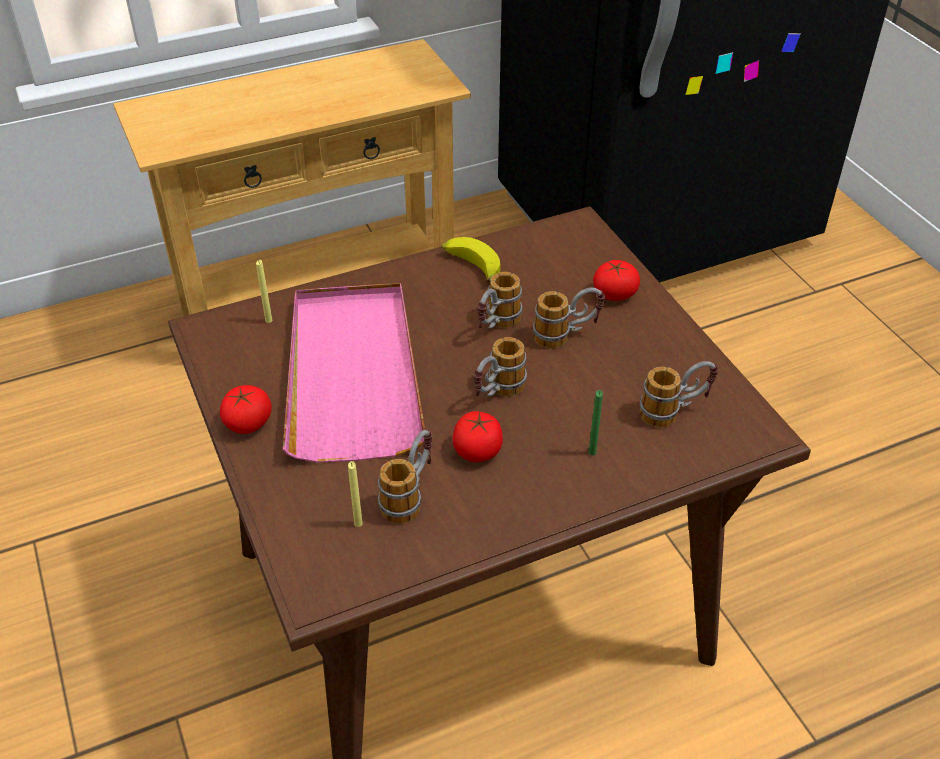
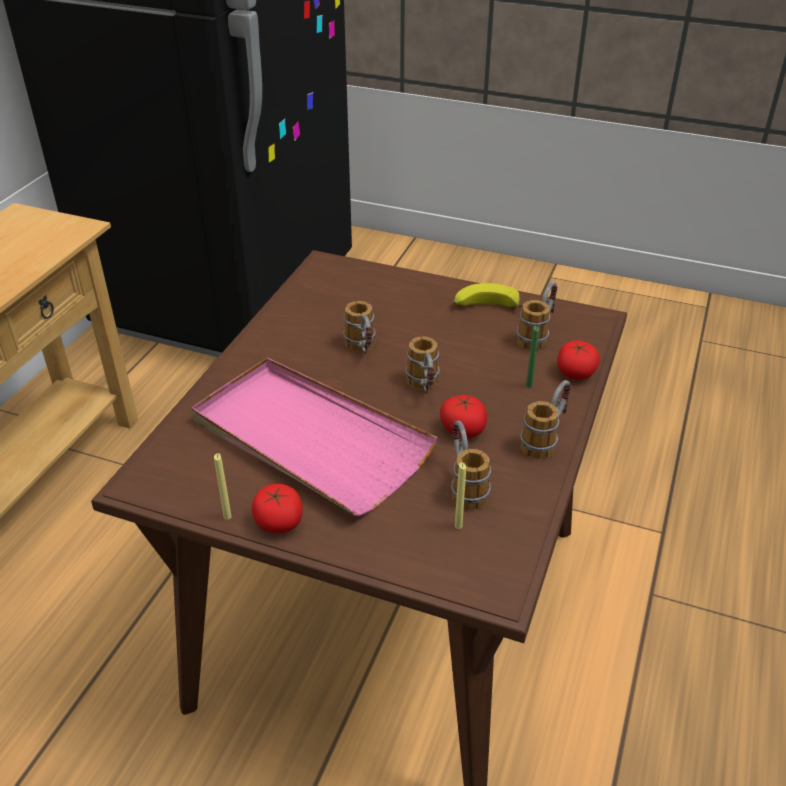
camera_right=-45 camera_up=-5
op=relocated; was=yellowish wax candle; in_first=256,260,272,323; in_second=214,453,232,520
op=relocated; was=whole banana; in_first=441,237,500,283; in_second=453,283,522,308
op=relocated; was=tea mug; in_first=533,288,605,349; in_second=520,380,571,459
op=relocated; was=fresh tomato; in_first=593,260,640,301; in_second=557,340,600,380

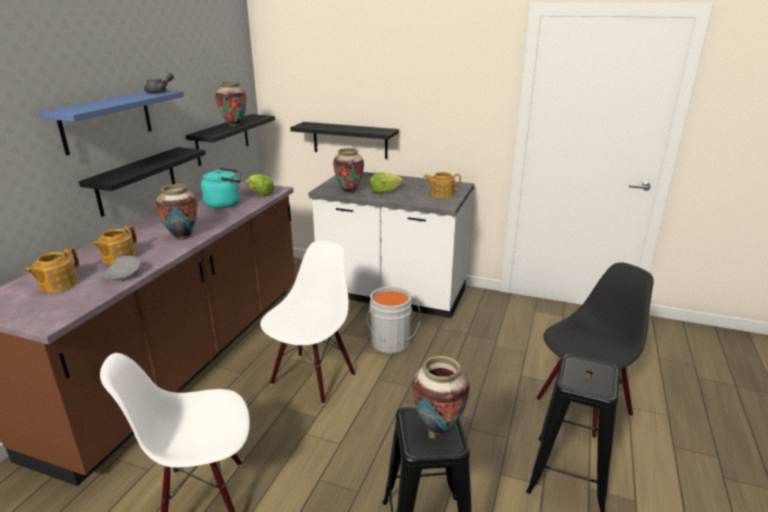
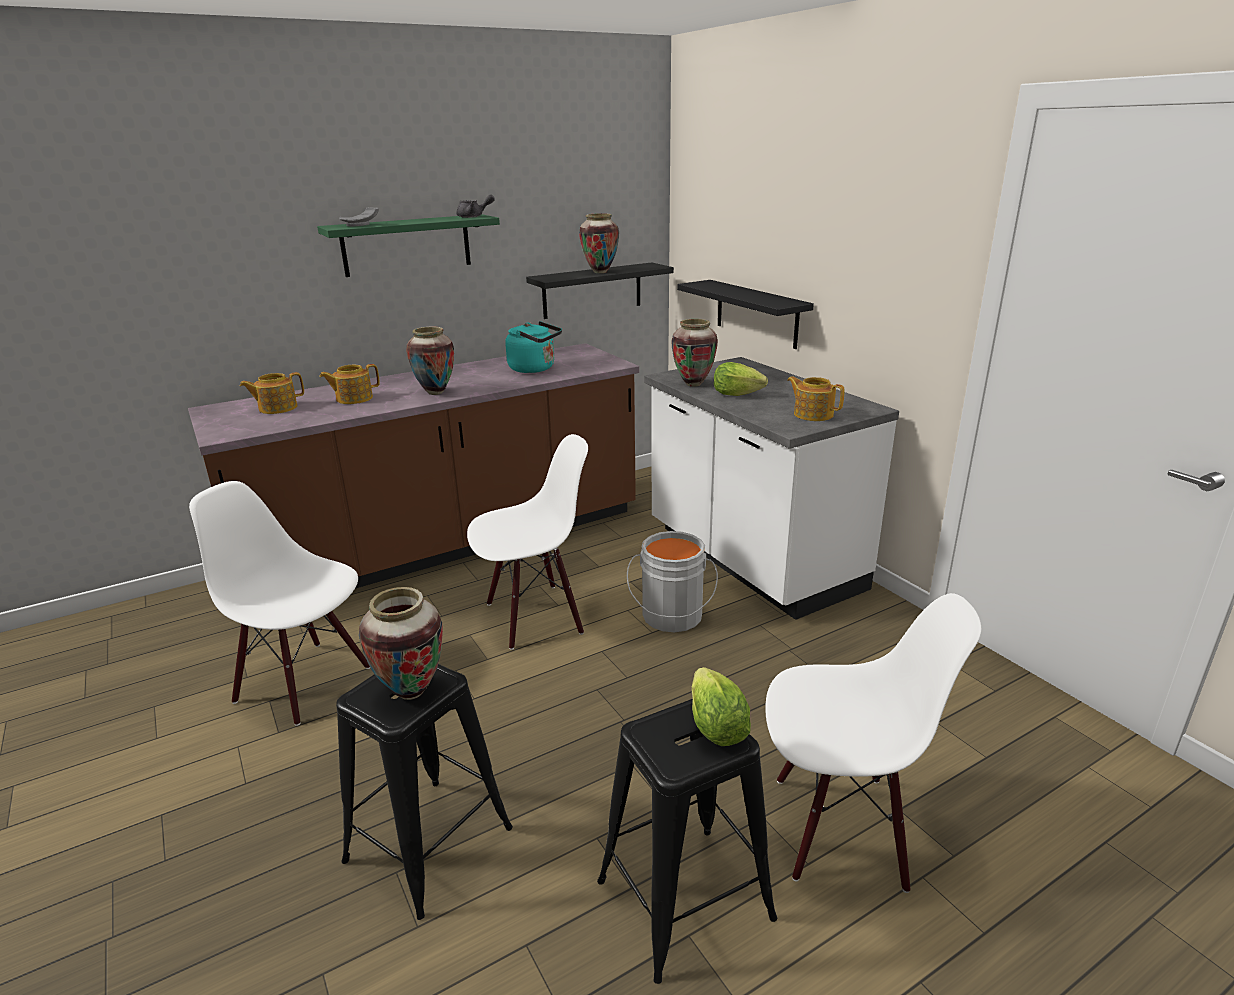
camera_right=40 camera_up=0
op=colour; was=blue-coloured wall shelf; now=green wall shelf; in_first=39,90,184,155; in_second=317,214,500,277
op=relocated; was=grey dinner plate; in_first=101,256,141,282; in_second=339,208,379,226
op=relocated; was=lettuce head; in_first=245,174,274,196; in_second=692,667,751,746
op=colour; was=blackish plain chair; now=white-coloured plain chair; in_first=537,262,654,438; in_second=765,593,981,893
op=missing; was=blackish wall shelf; in_first=79,147,206,217

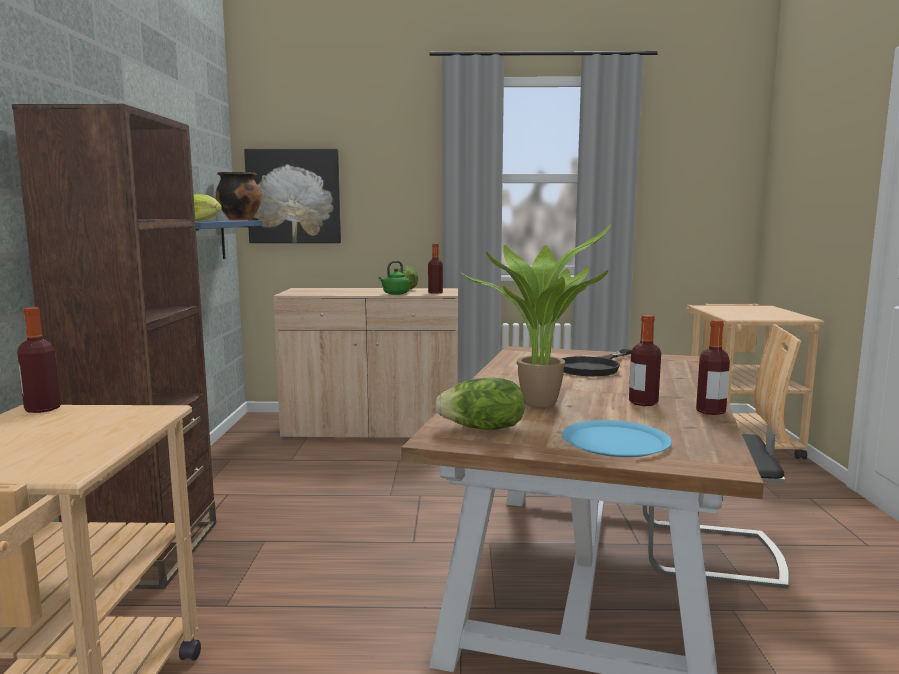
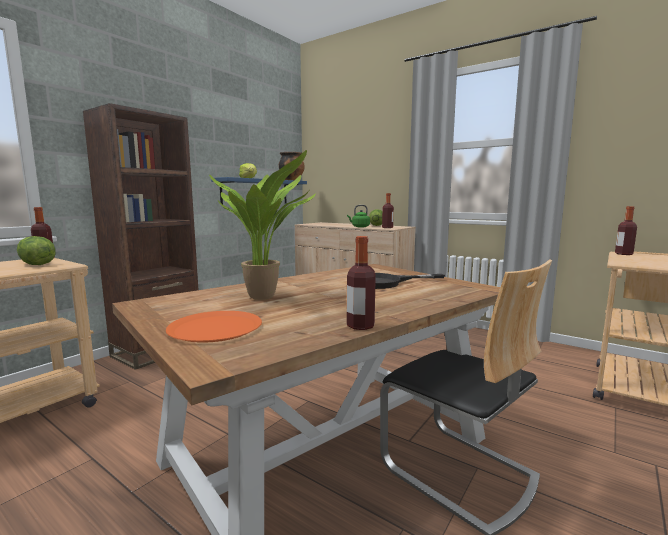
camera_right=35 camera_up=0
op=relocated; was=lettuce head; in_first=435,378,525,430; in_second=17,236,56,265
op=colour; was=blue-coloured dinner plate; now=orangey dinner plate; in_first=562,420,672,457; in_second=166,311,262,343
op=relocated; was=beverage bottle; in_first=629,315,661,406; in_second=615,206,637,255
op=missing; was=wall art; in_first=244,149,341,243

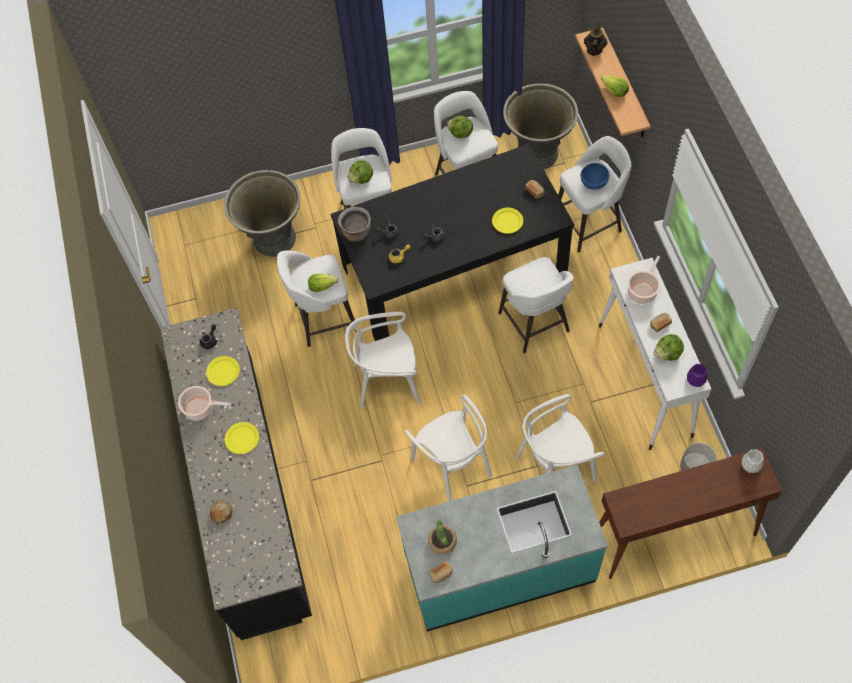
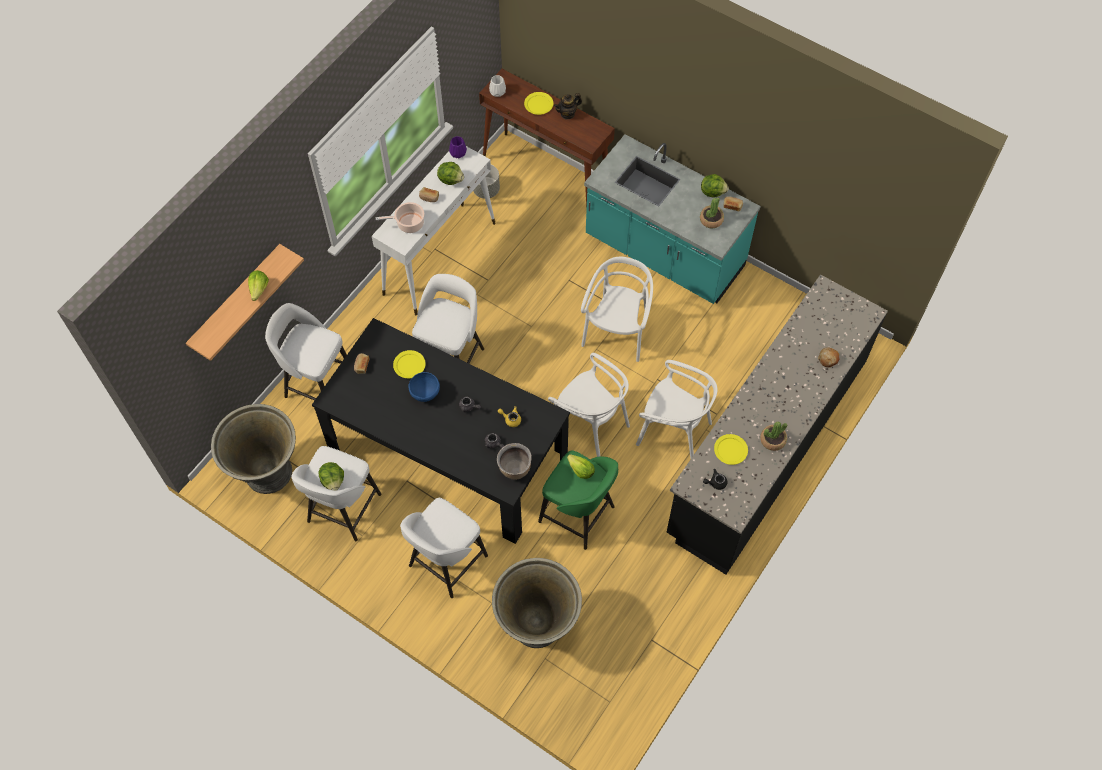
camera_right=-135 camera_up=0
op=relocated; was=blue-coloured deep dish; in_first=581,163,609,190; in_second=408,372,440,402
op=relocated; was=yellowish dinner plate; in_first=225,422,259,454; in_second=524,92,554,115
op=colour; was=white-coloured stool seat; now=green stool seat; in_first=277,250,357,347; in_second=538,450,618,550
op=relocated; was=teapot; in_first=584,22,607,56; in_second=554,93,582,119
op=relocated; was=white-coloured plain chair; in_first=515,394,605,482; in_second=636,360,717,459
op=relocated; was=lettuce head; in_first=347,160,373,184; in_second=701,174,729,198
op=exchanged; was=cooking pot; now=potted plant; in_first=178,386,231,420; in_second=760,421,787,451

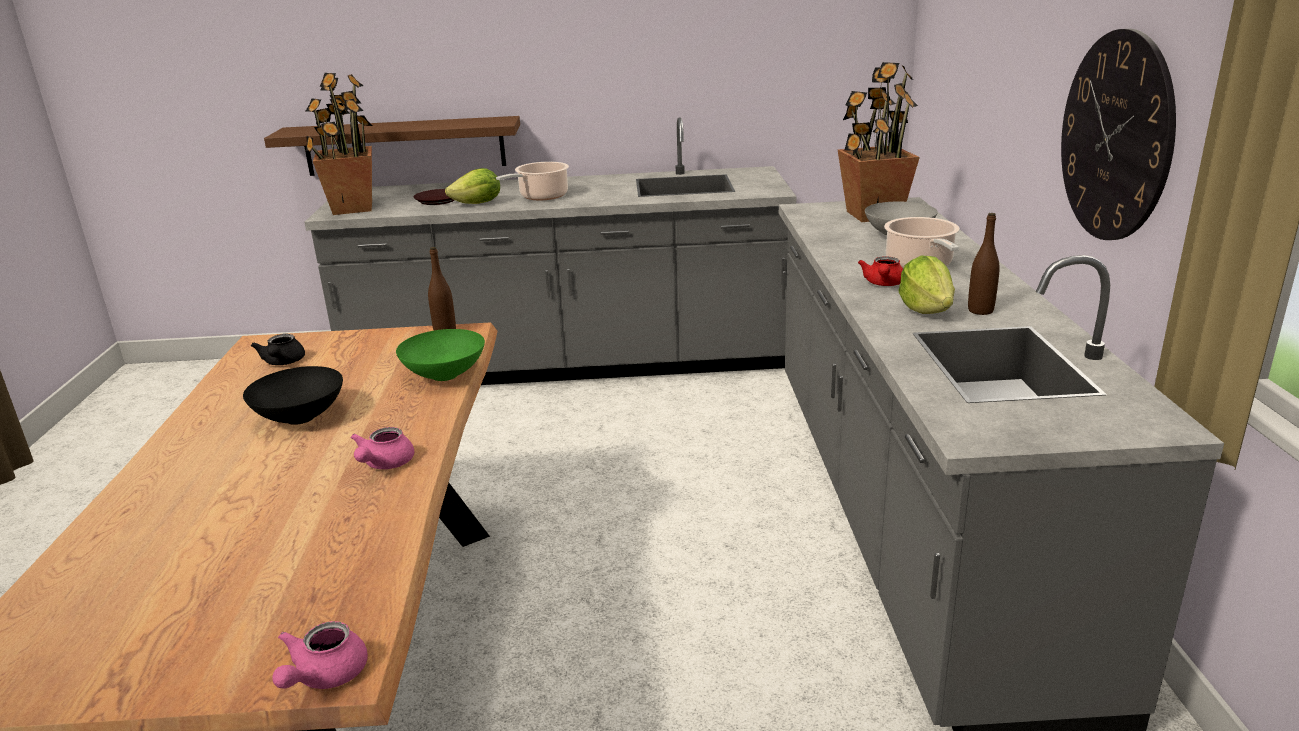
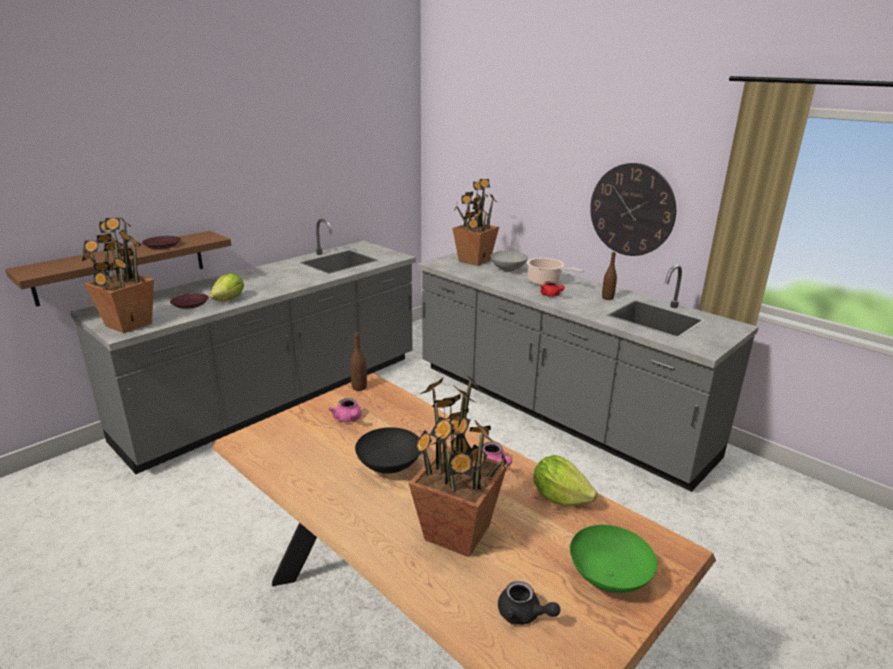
camera_right=-45 camera_up=0
op=appeared; now=brown-coloured dinner plate; in_second=142,236,181,249
op=relocated; was=pinkish teapot; in_first=272,621,368,689; in_second=329,398,362,422
op=appeared; now=potted plant; in_second=408,370,508,557
op=relocated; was=blackish teapot; in_first=251,334,305,365; in_second=498,581,560,625
op=relocated; was=lettuce head; in_first=898,255,955,314; in_second=533,455,598,506
op=relocated; was=green deep dish; in_first=396,329,485,381; in_second=570,525,657,593
op=missing; was=cooking pot; in_first=496,162,569,200

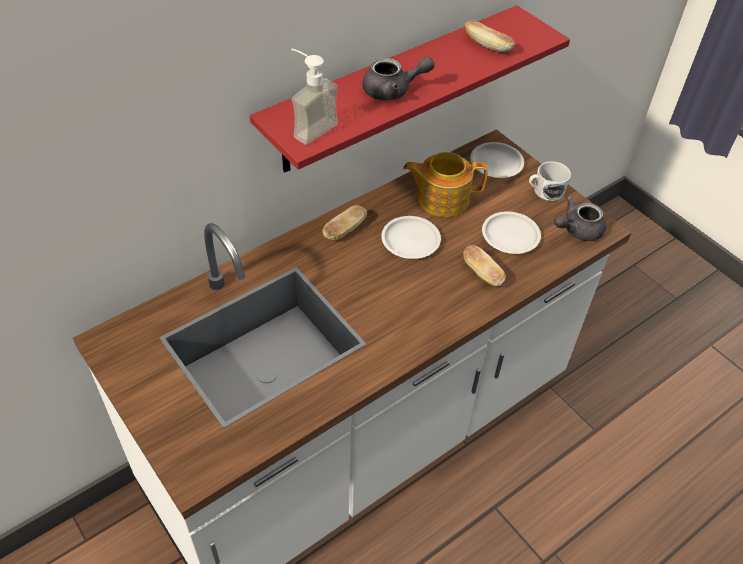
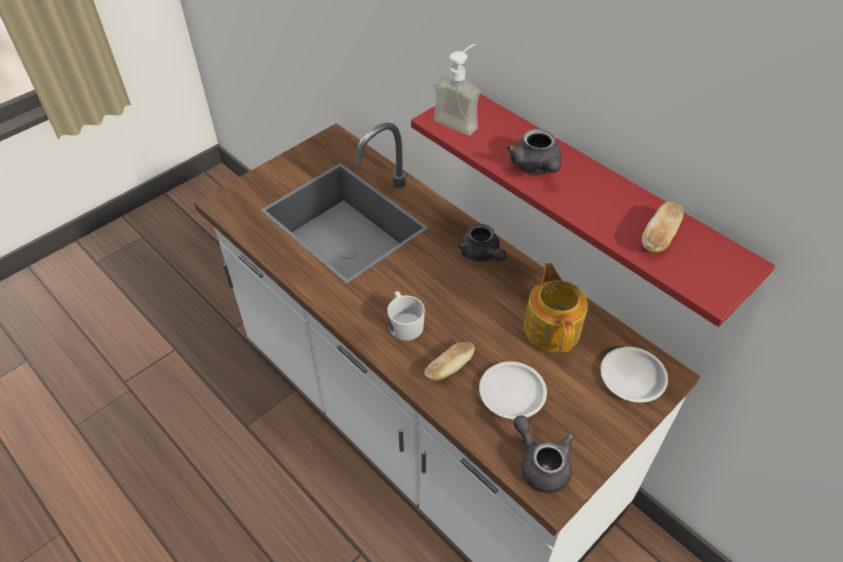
camera_right=85 camera_up=0
op=relocated; was=white-coloured tea mug; in_first=529,161,571,201; in_second=387,291,425,340
op=exchanged; was=bread; now=grey teapot; in_first=323,205,367,240; in_second=458,224,507,262
op=missing; was=white-coloured dinner plate; in_first=381,216,441,259

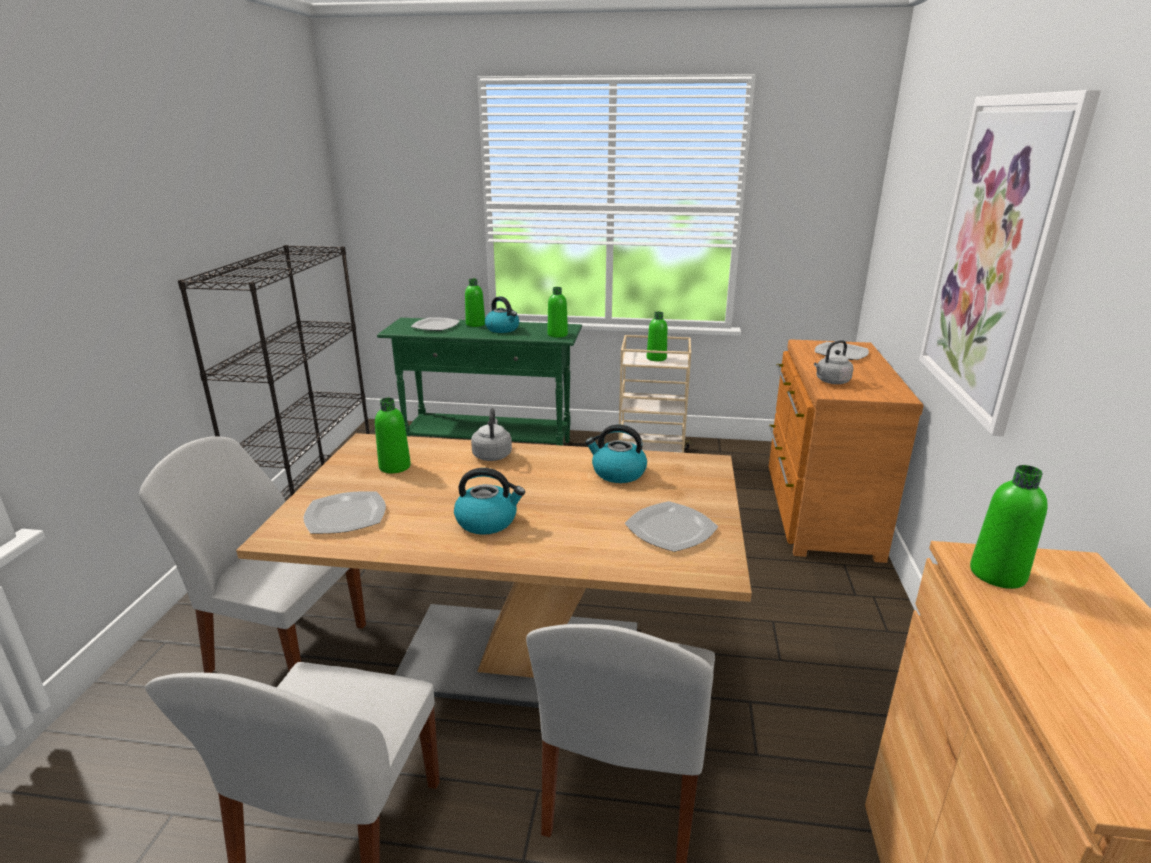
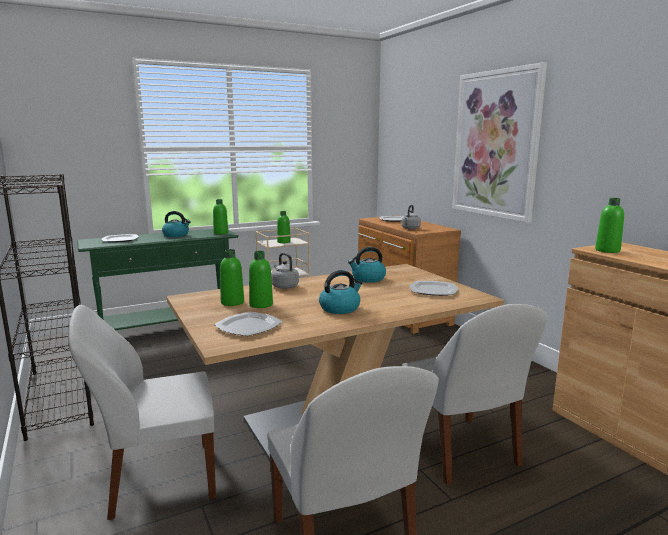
camera_right=-35 camera_up=-10
op=relocated; was=green beverage bottle; in_first=465,278,485,327; in_second=249,251,273,308

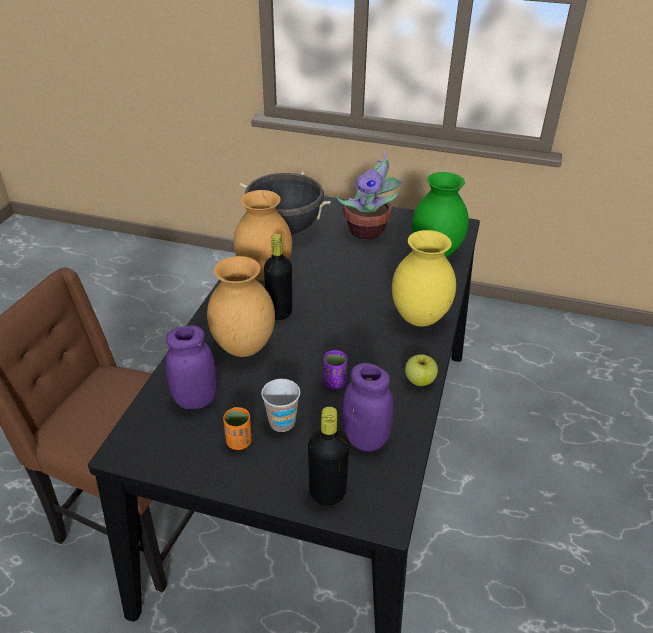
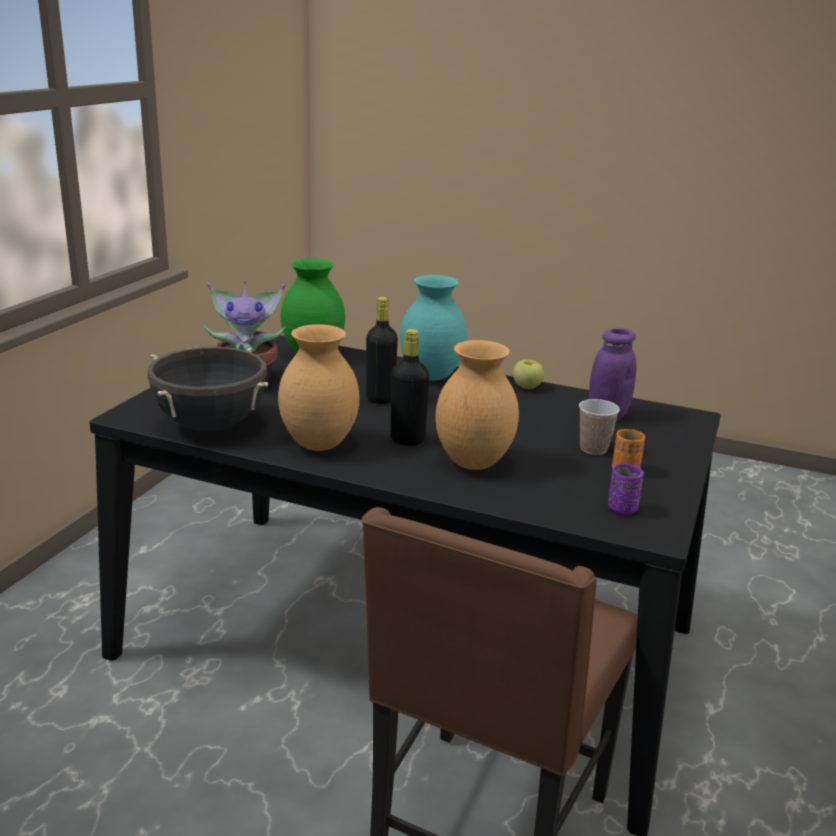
camera_right=-85 camera_up=-15
op=relocated; was=blackish beverage bottle; in_first=308,406,350,506; in_second=366,297,398,404
op=colour; was=yellowish flower vase; now=blue-green flower vase; in_first=392,230,456,327; in_second=400,275,467,381
op=relocated; was=purple drinking cup; in_first=323,350,348,389; in_second=608,464,644,515
op=missing; was=purple storage jar; in_first=166,326,217,409

